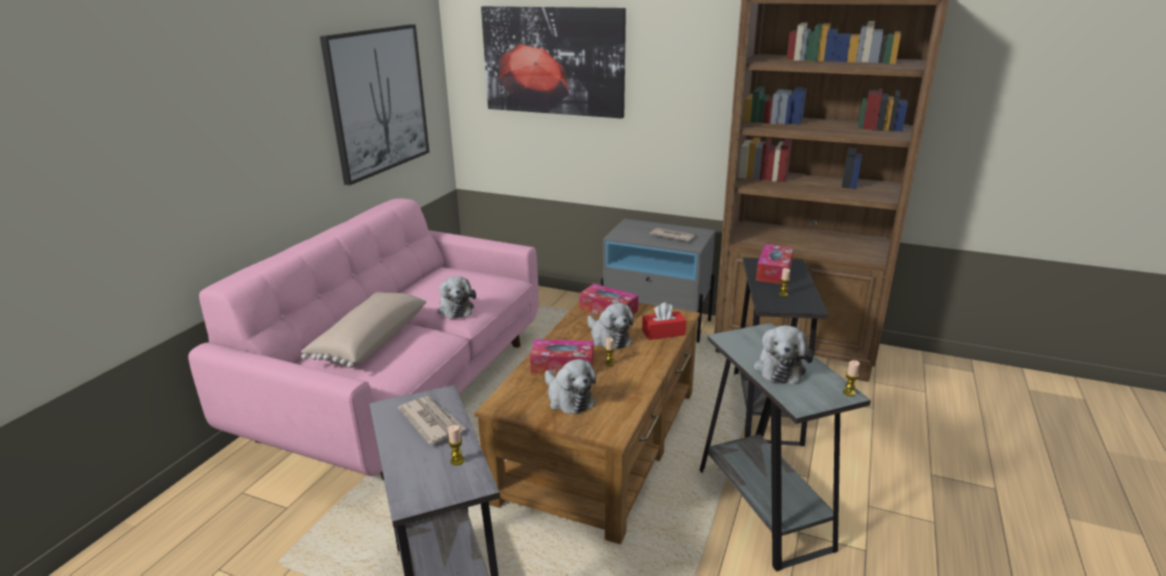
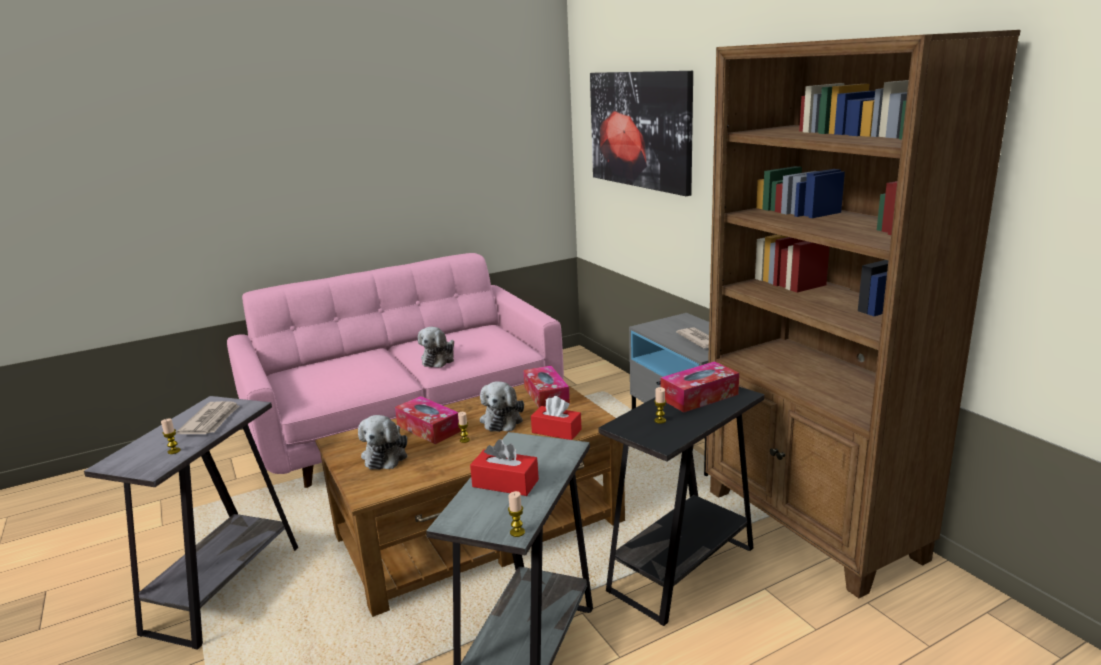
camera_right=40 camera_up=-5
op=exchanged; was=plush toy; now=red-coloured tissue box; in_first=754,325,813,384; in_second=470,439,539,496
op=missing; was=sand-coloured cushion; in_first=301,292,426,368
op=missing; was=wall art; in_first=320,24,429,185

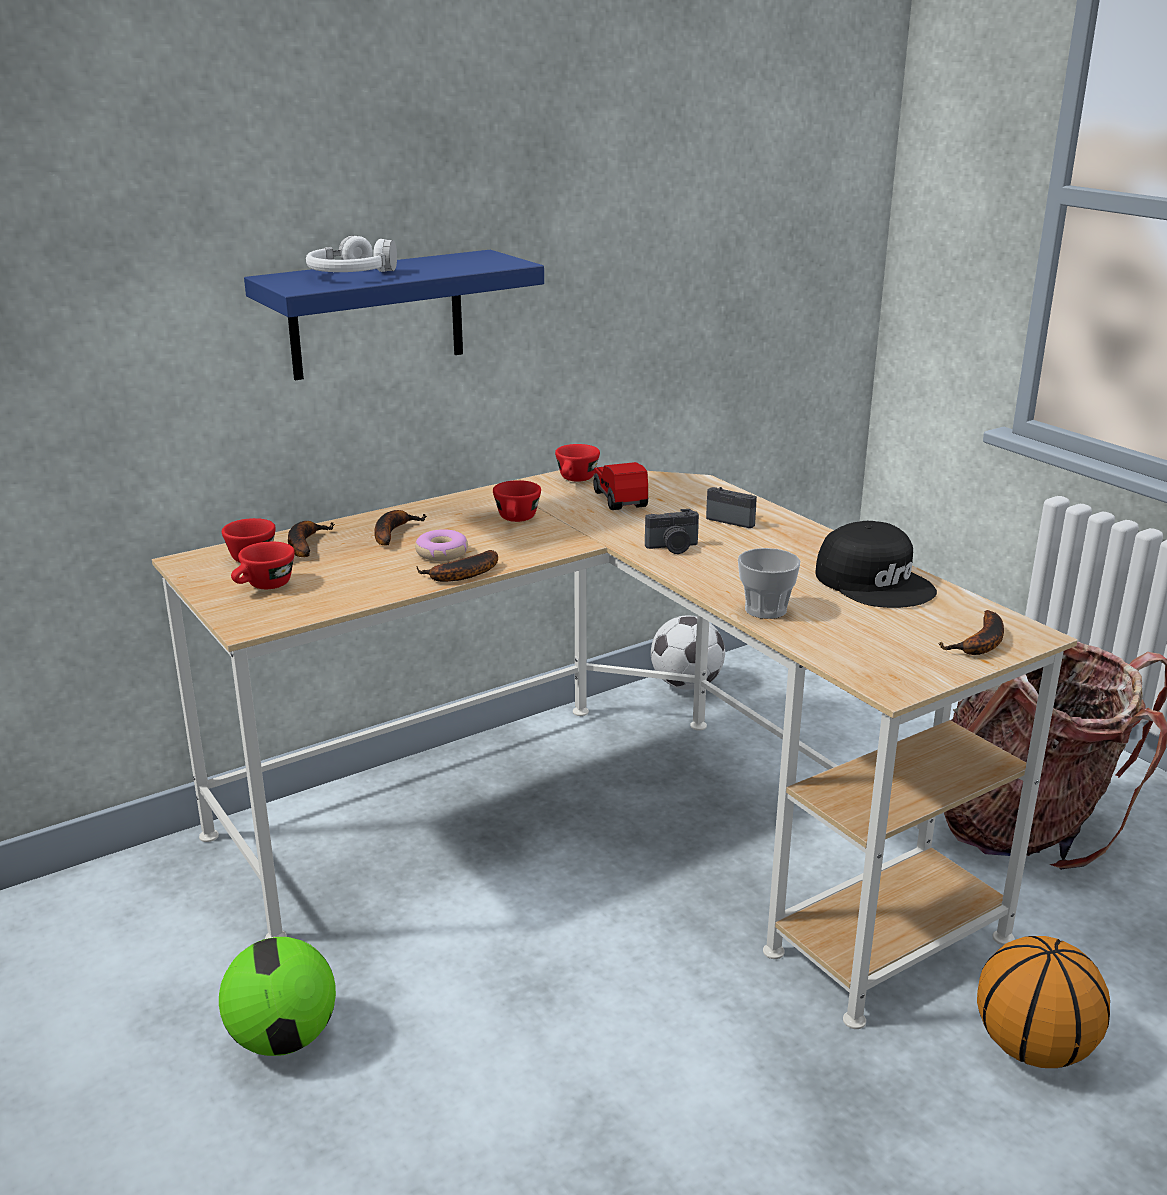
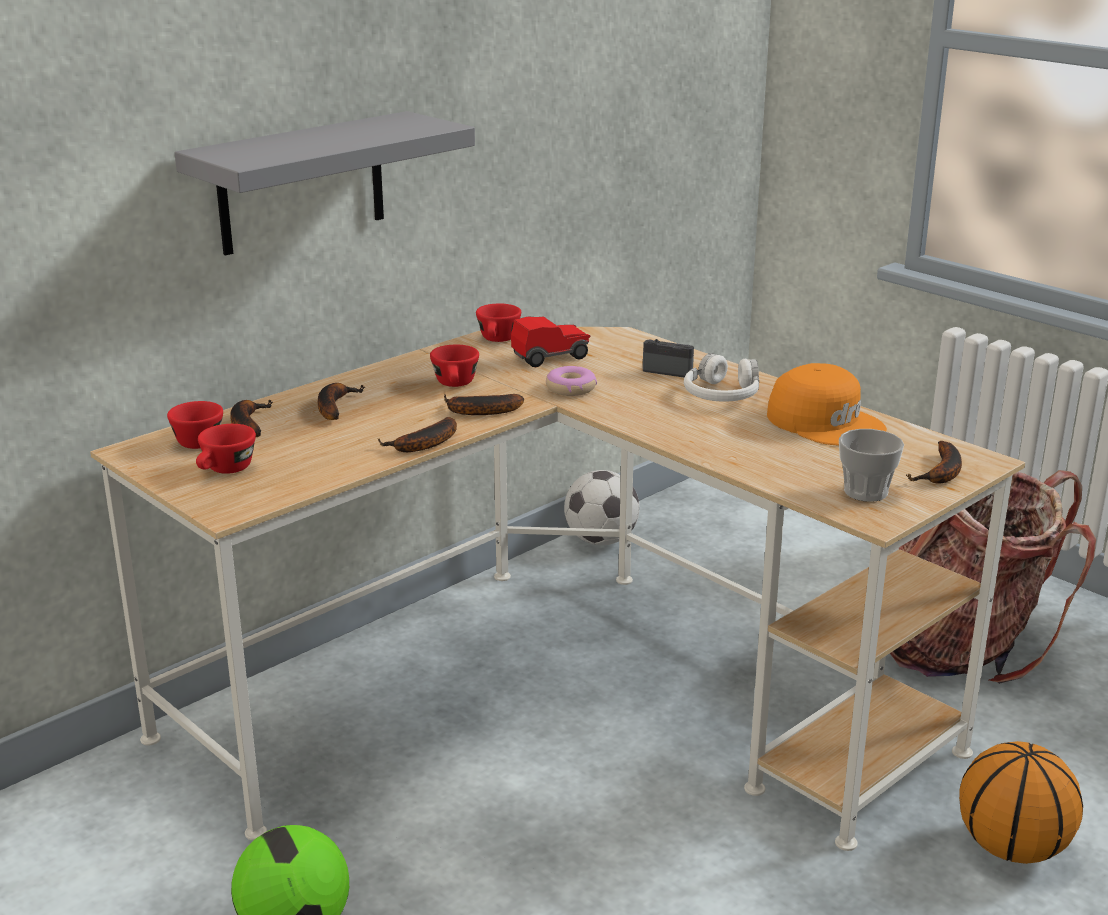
camera_right=-10 camera_up=0
op=colour; was=blue-coloured wall shelf; now=grey wall shelf; in_first=244,250,544,380; in_second=175,111,475,256
op=appeared; now=whole banana; in_second=444,394,524,415
op=spun; was=toy car; in_first=593,462,649,510; in_second=511,317,591,367; clockwise=90
op=relocated; was=ring doughnut; in_first=415,529,468,561; in_second=546,366,597,396
op=relocated; was=white-coloured pair of headphones; in_first=306,235,397,272; in_second=684,353,759,402
op=colour; was=blackish baseball cap; now=orangey baseball cap; in_first=816,521,937,608; in_second=767,363,887,446
op=relocated; was=drinking cup; in_first=738,548,800,619; in_second=839,429,904,502
op=missing; was=still camera; in_first=645,509,699,554

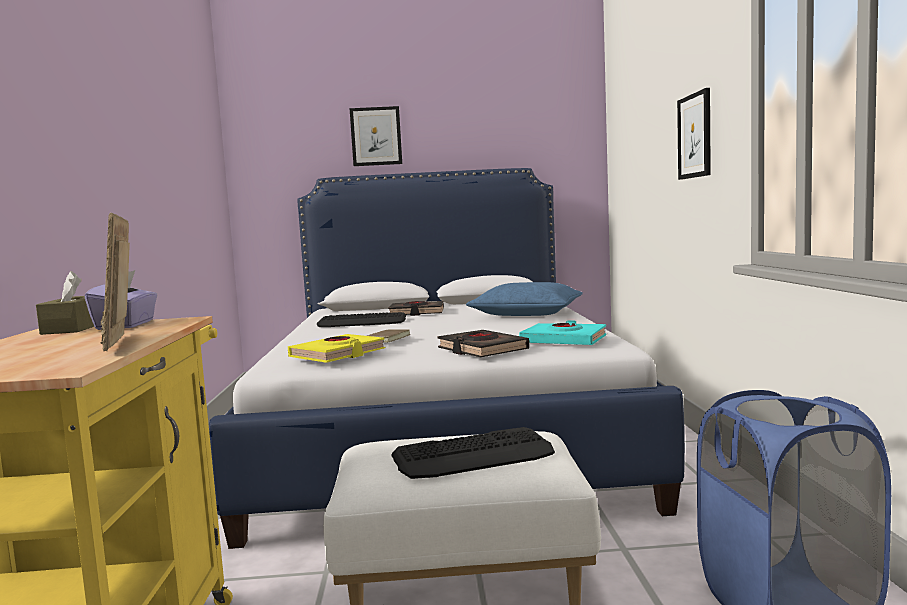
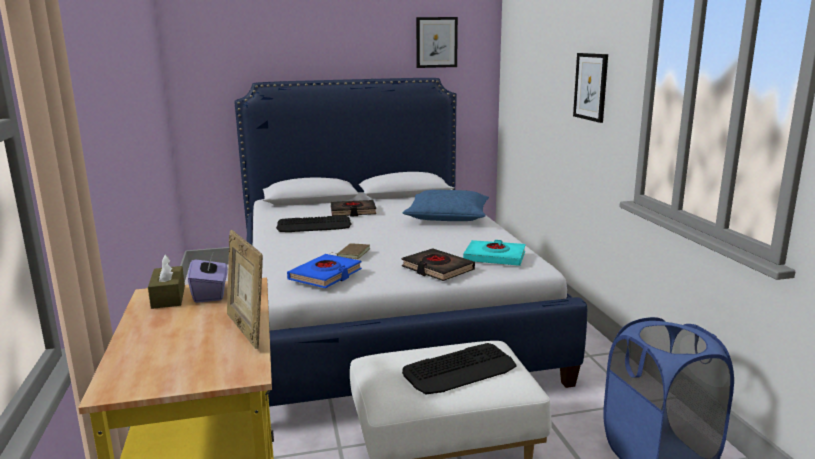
camera_right=-10 camera_up=10
op=colour; was=yellowish volume; now=blue-coloured volume; in_first=288,334,385,363; in_second=287,254,362,288
op=relocated; was=wall art; in_first=350,106,402,166; in_second=416,17,458,68

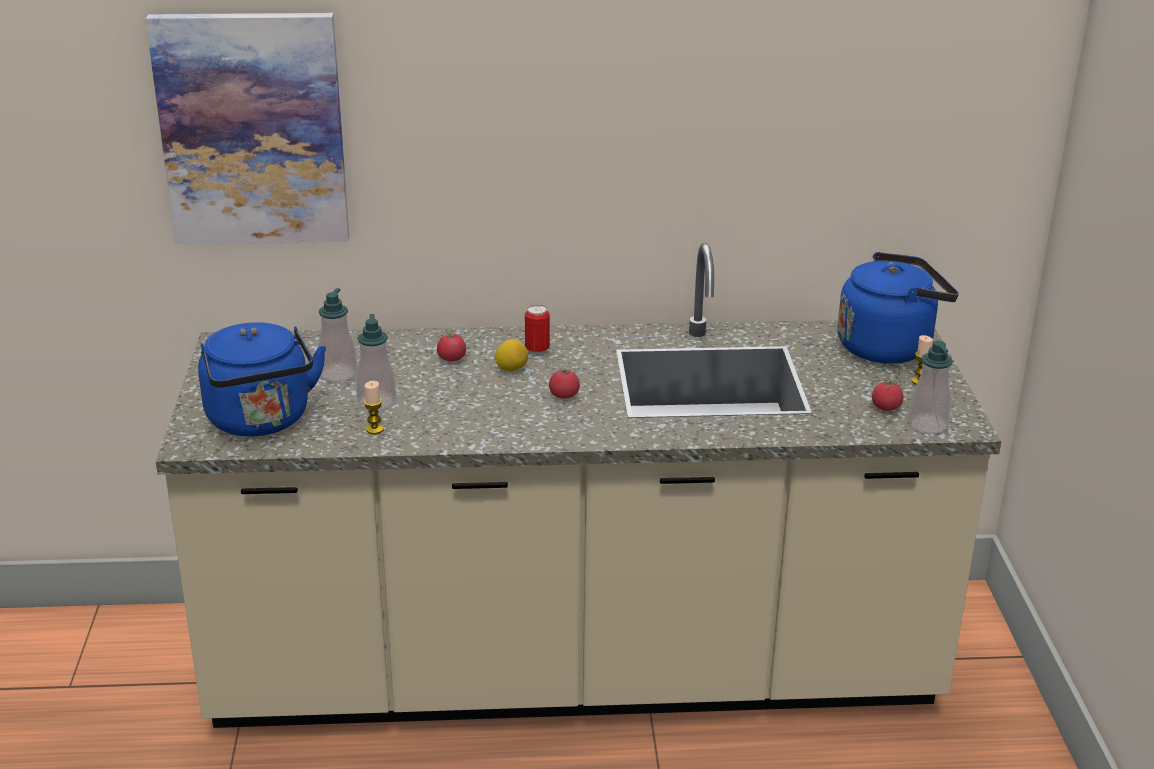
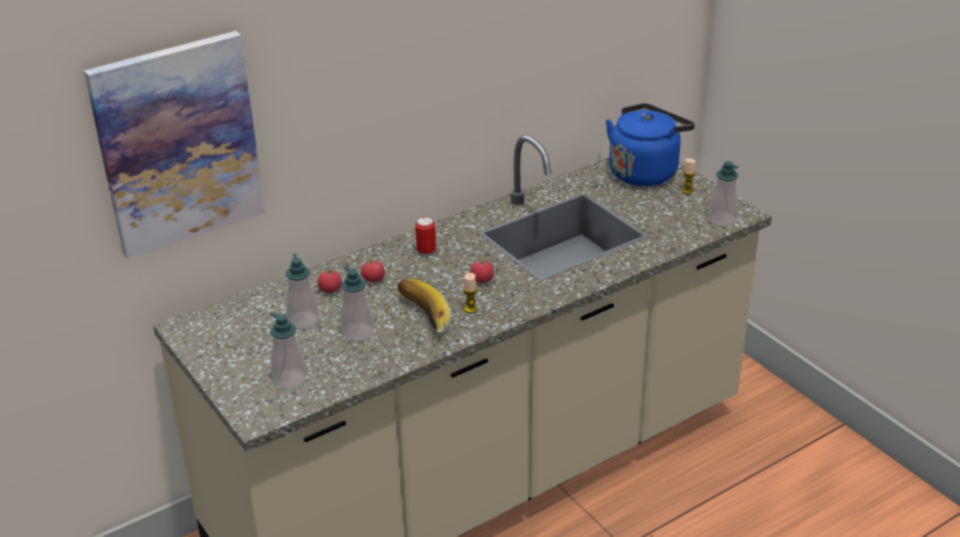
camera_right=-30 camera_up=5
op=exchanged; was=blue-coloured water kettle; now=soap bottle; in_first=198,322,326,436; in_second=270,312,306,389
op=relocated; was=fresh tomato; in_first=872,379,903,411; in_second=318,266,342,293
op=appeared; now=whole banana; in_second=398,279,451,333
op=relocated; was=wax candle; in_first=364,381,384,434; in_second=463,273,478,313
op=missing; was=citrus fruit; in_first=495,339,528,371

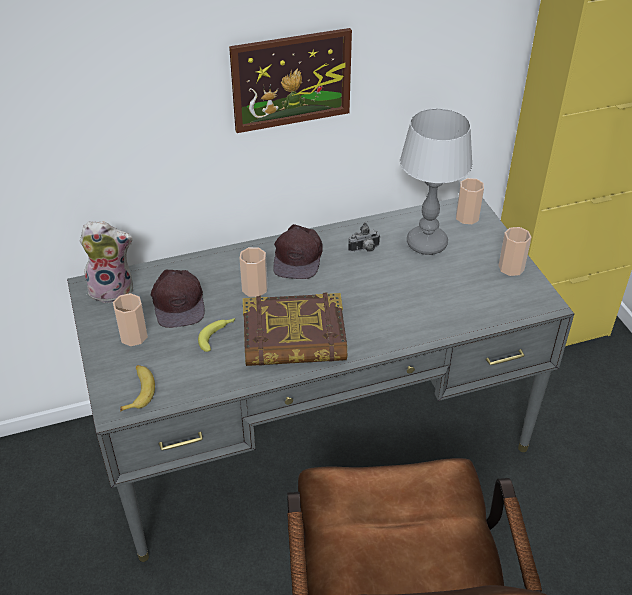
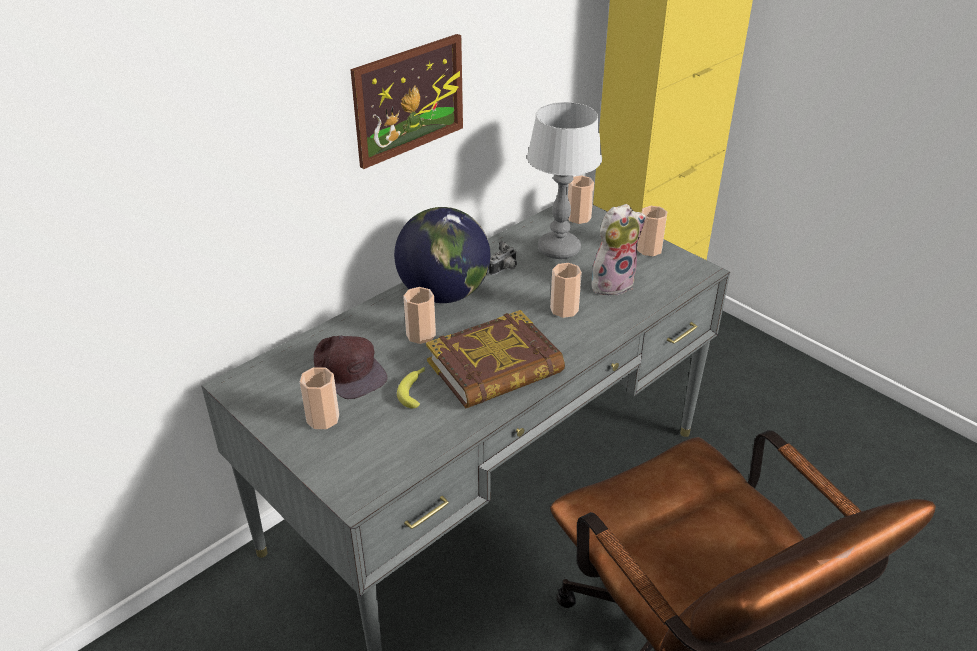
camera_right=-25 camera_up=-5
op=exchanged; was=brown-coloured baseball cap; now=desk globe; in_first=273,224,323,279; in_second=394,207,490,303
op=appeared; now=drinking cup; in_second=550,263,582,318
op=relocated; was=plush toy; in_first=80,221,133,303; in_second=591,204,646,295
op=missing; was=whole banana; in_first=120,365,155,412

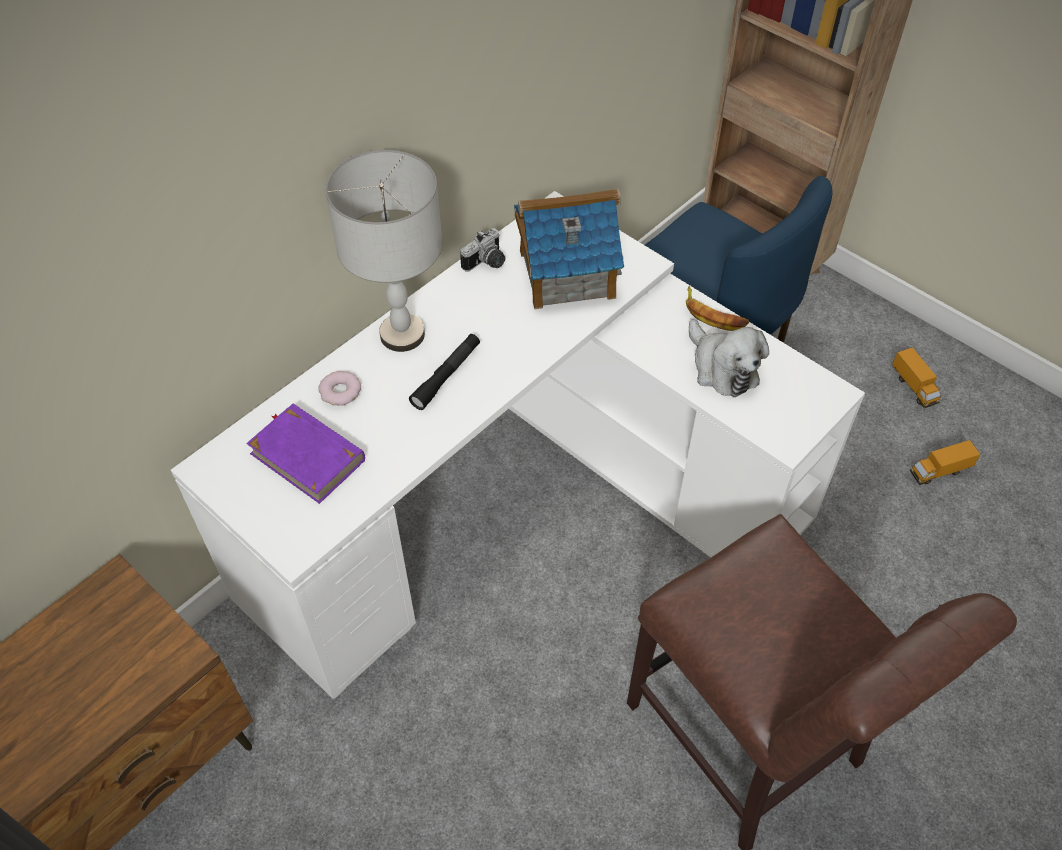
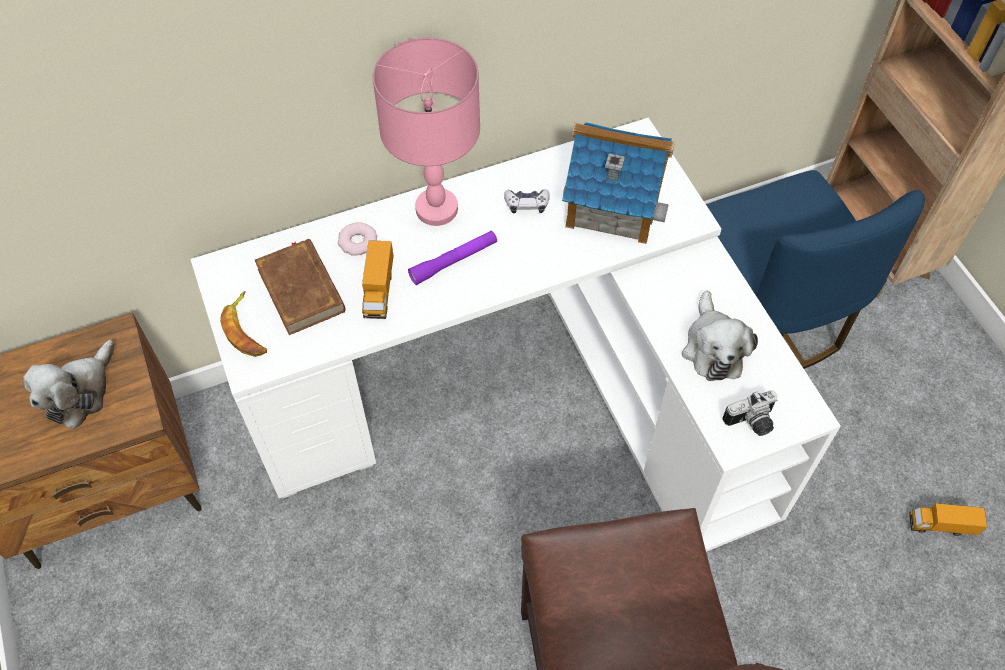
camera_right=25 camera_up=5
op=appeared; now=plush toy; in_second=23,340,114,429
op=relocated; was=whole banana; in_first=686,286,749,331; in_second=220,291,267,357
op=colour; was=purple volume; now=brown-coloured volume; in_first=246,403,365,504; in_second=255,239,345,335
op=relocated; was=toy truck; in_first=892,347,940,408; in_second=362,240,393,319
op=colour; was=grey table lamp; now=pinkish table lamp; in_first=326,150,442,352; in_second=373,37,480,226
op=colour; was=blackish torch; now=purple torch; in_first=409,334,480,410; in_second=408,231,497,285
op=appeared; now=joypad; in_second=504,189,550,213
op=relocated; was=still camera; in_first=460,228,505,272; in_second=722,390,778,436

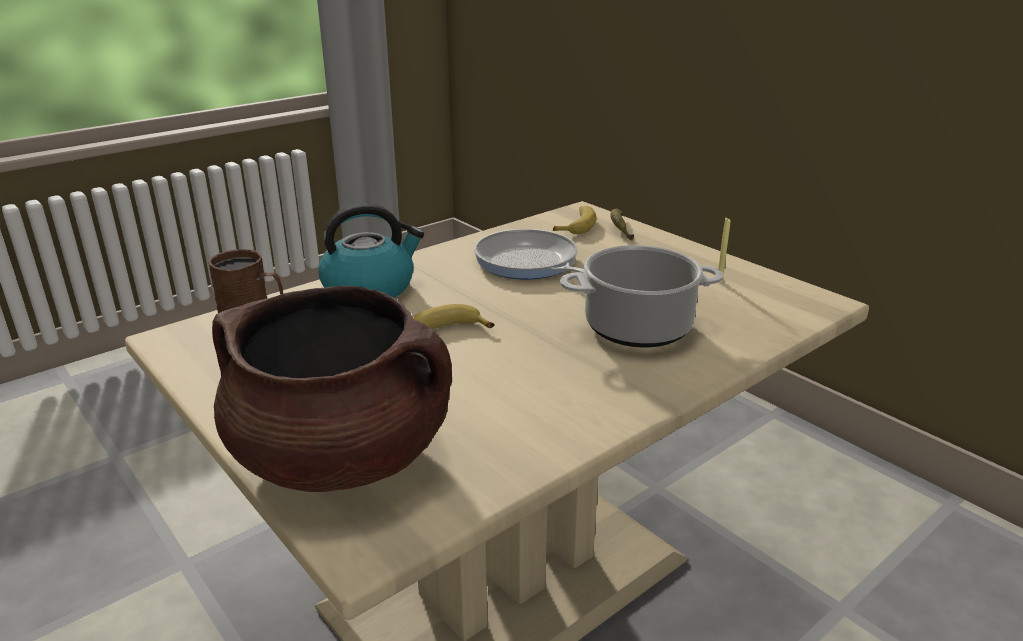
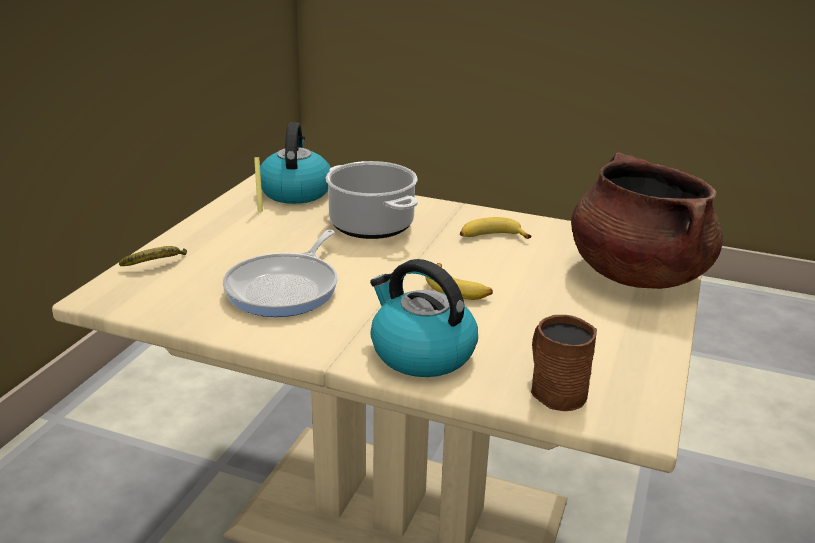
camera_right=-120 camera_up=0
op=appeared; now=water kettle; in_second=260,123,331,204
op=relocated; was=whole banana; in_first=553,206,597,234; in_second=460,217,531,239

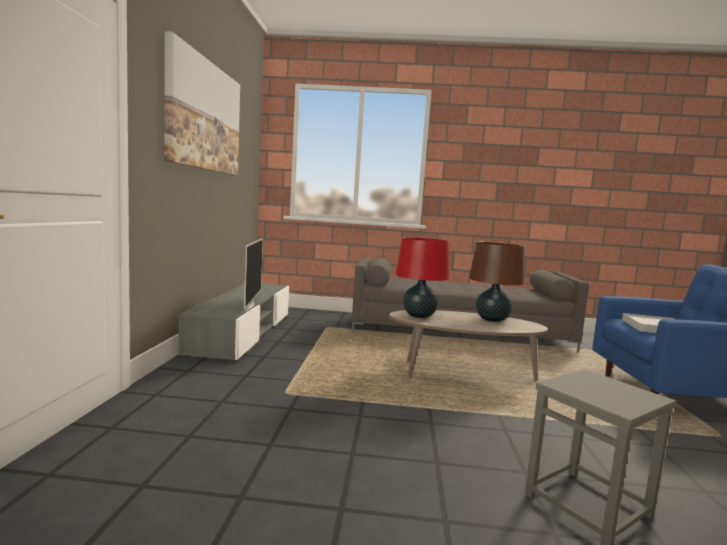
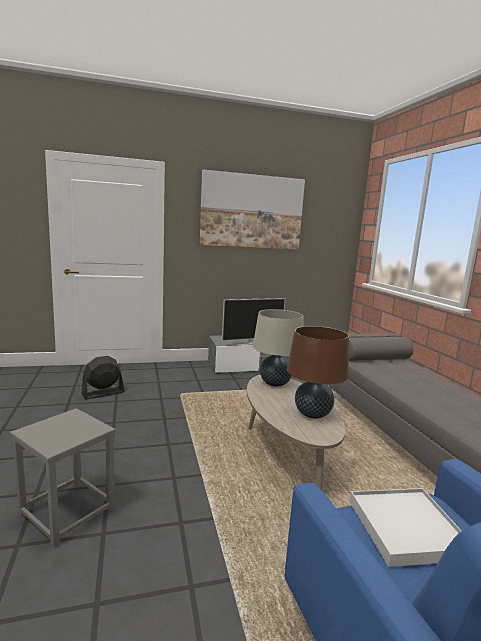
camera_right=70 camera_up=5
op=appeared; now=blackish cooling fan; in_second=82,356,125,400
op=colour; was=red-coloured table lamp; now=sand-coloured table lamp; in_first=396,237,450,318; in_second=253,309,303,387

